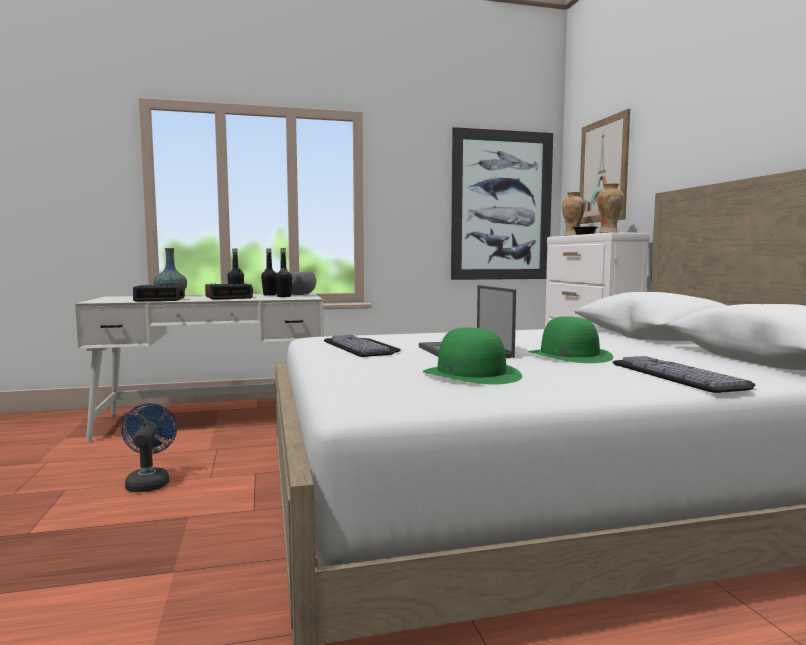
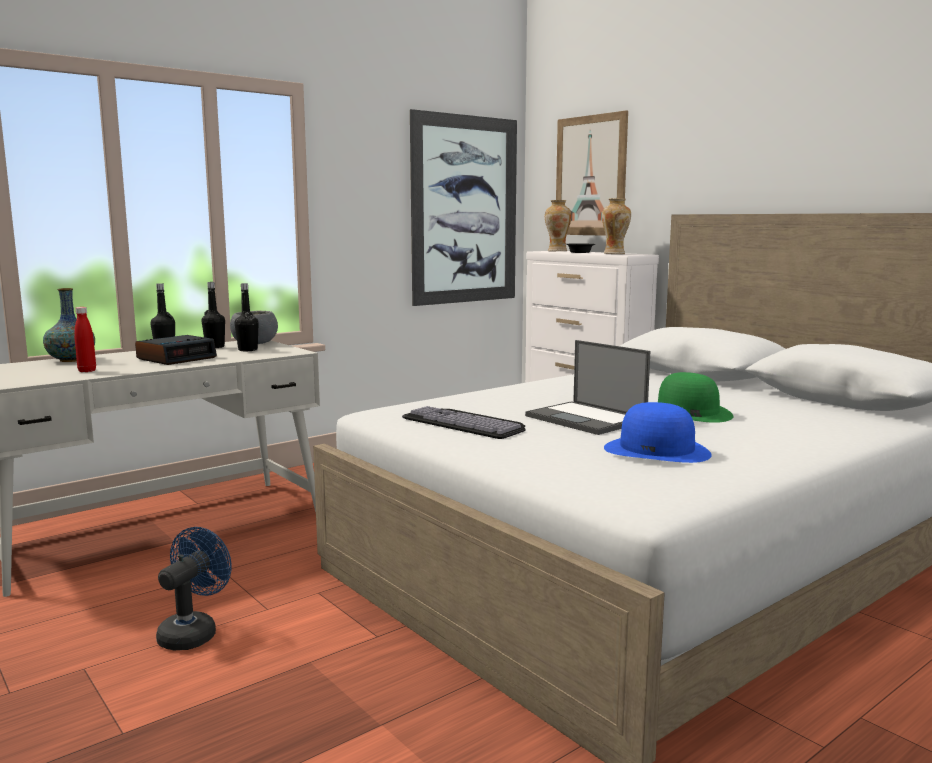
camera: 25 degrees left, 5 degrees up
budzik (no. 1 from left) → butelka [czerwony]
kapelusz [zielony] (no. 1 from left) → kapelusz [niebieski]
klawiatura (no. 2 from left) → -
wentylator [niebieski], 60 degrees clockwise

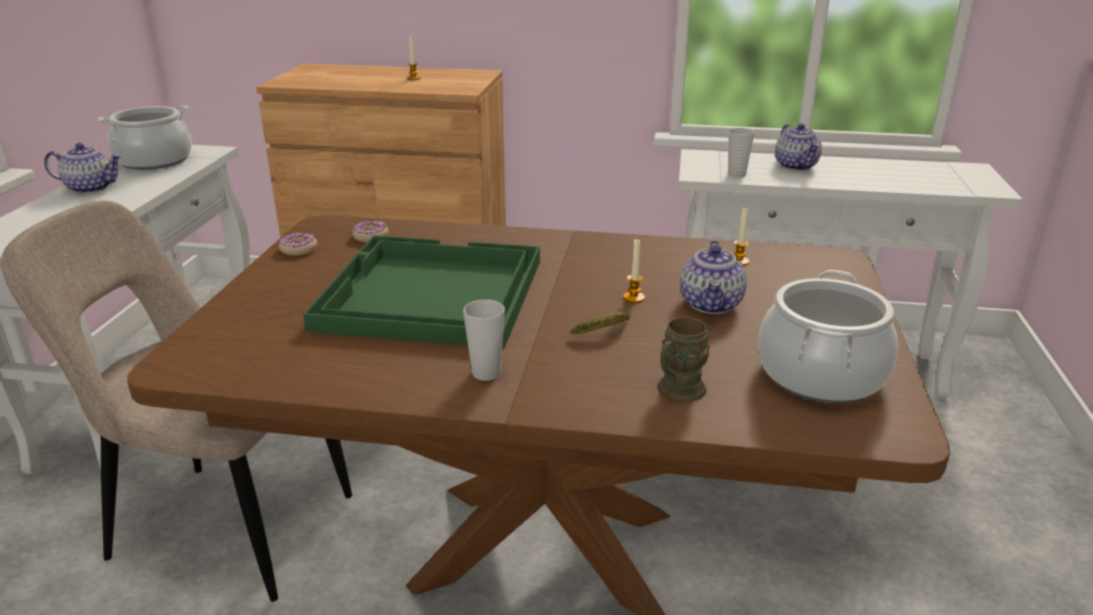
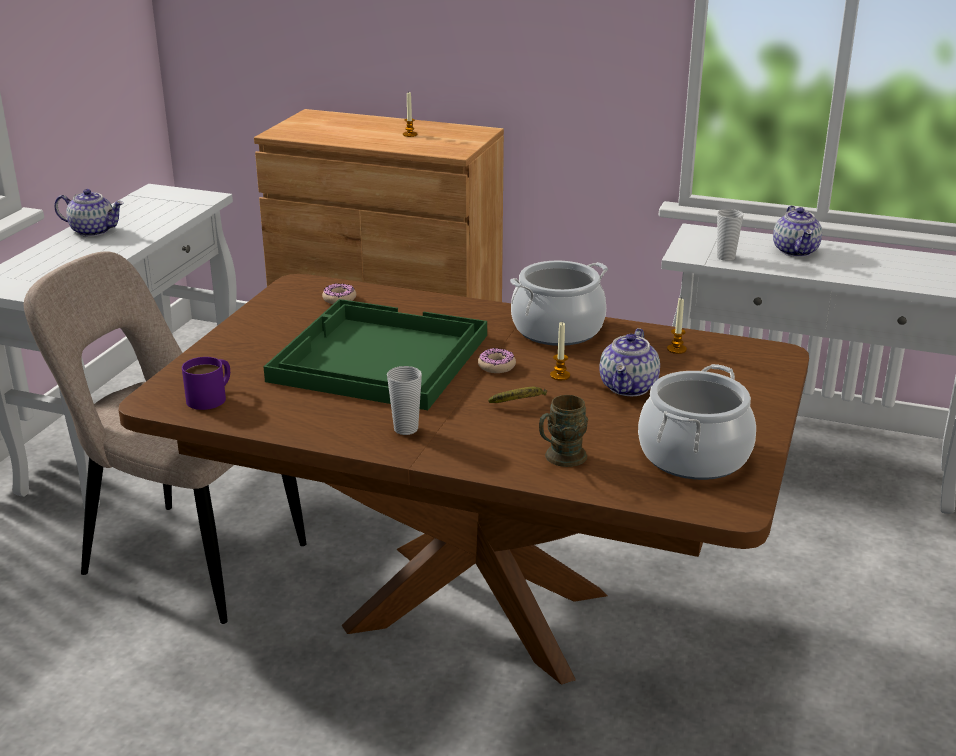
camera: 10 degrees right, 0 degrees up
garnek (no. 1 from left), shifted
donut (no. 1 from left in the first image) → donut (no. 2 from left), shifted
- → kubek [fioletowy]

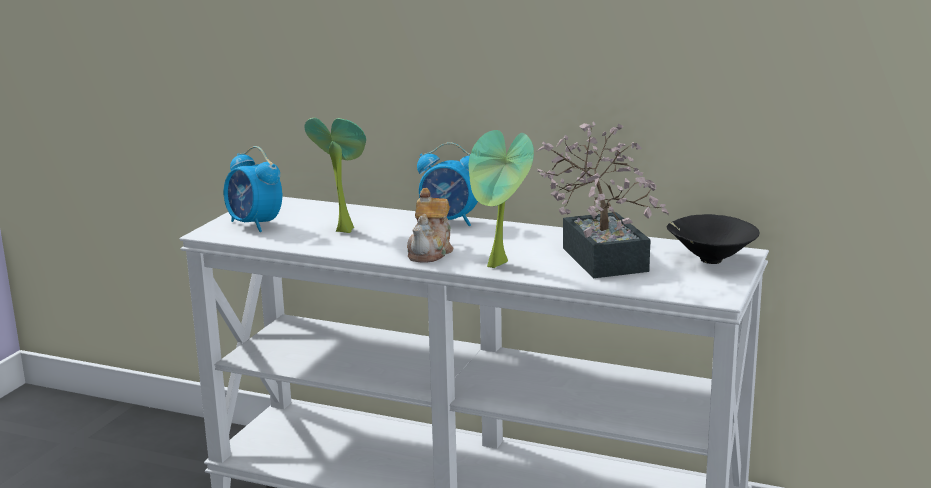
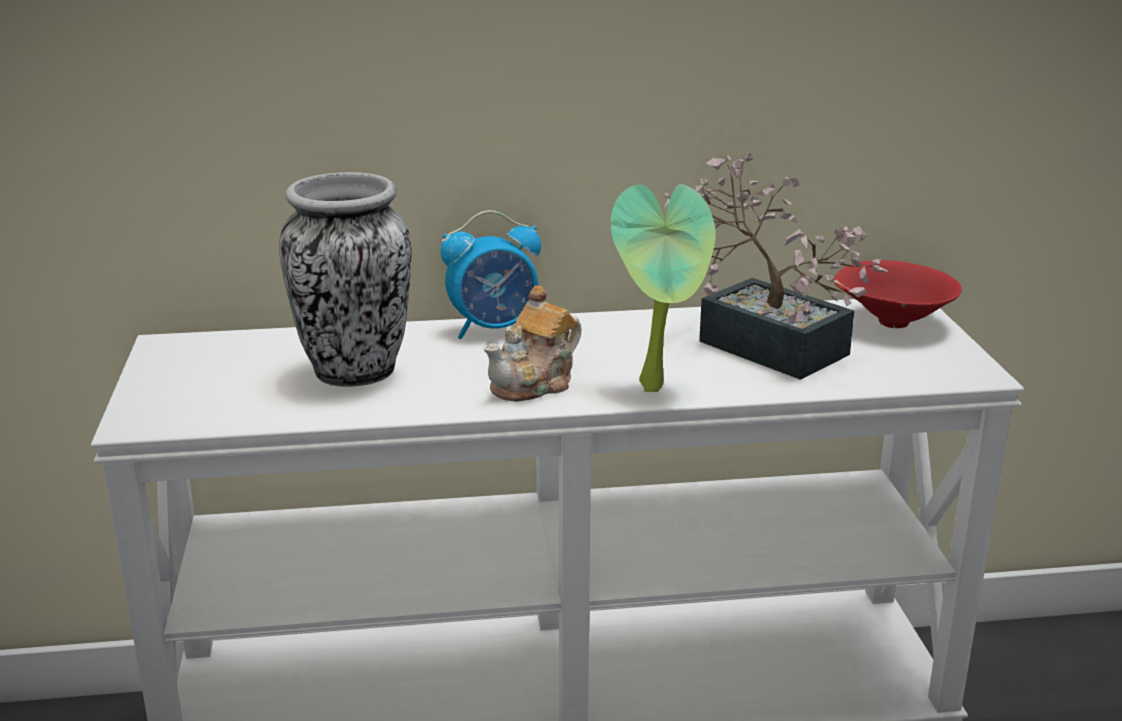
camera: 30 degrees left, 5 degrees up
roślina doniczkowa (no. 1 from left) → wazon
budzik (no. 1 from left) → -
imbryk, 60 degrees clockwise
miska [czarny] → miska [czerwony]

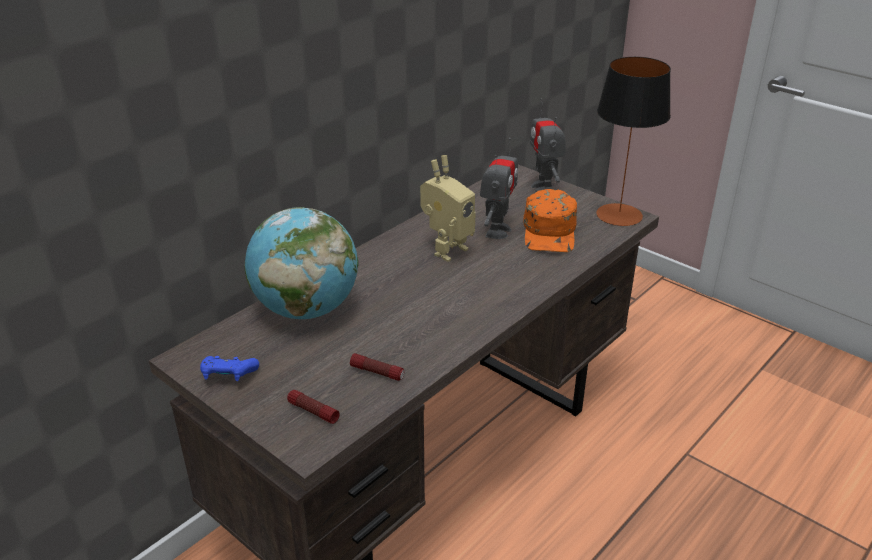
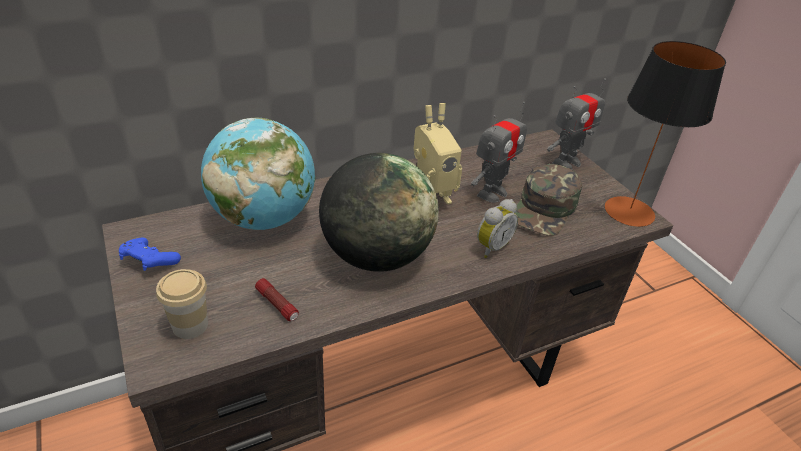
camera: 20 degrees right, 5 degrees up
robot zabawkowy (no. 3 from left), 135 degrees counterclockwise
czapka z daszkiem [pomarańczowy] → czapka z daszkiem [zielony]
latarka (no. 1 from left) → filiżanka
- → globus (no. 2 from left)
- → budzik

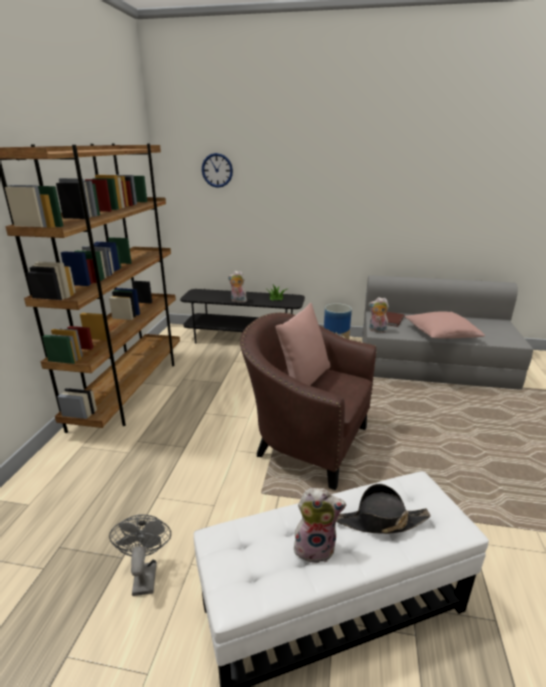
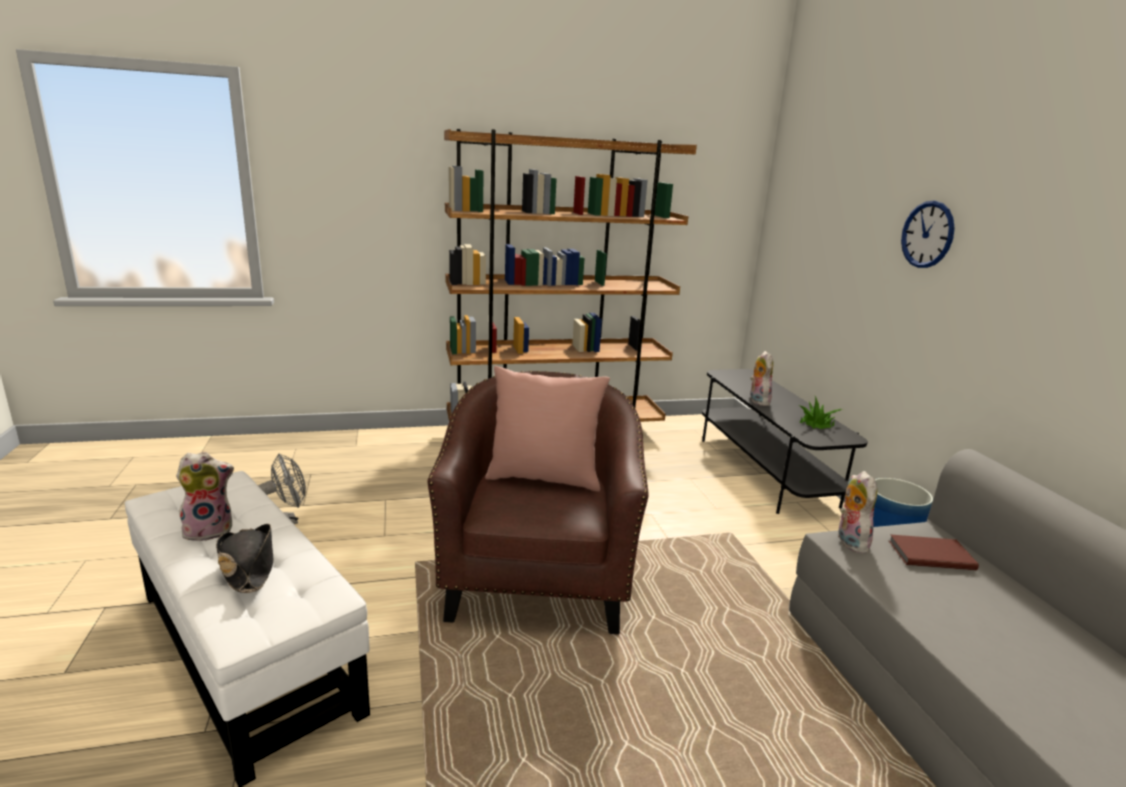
camera: 65 degrees right, 5 degrees down
zegar ścienny, shifted
poduszka [różowy] (no. 2 from left) → -
pluszak (no. 2 from left in the first image) → pluszak (no. 1 from left), 90 degrees counterclockwise

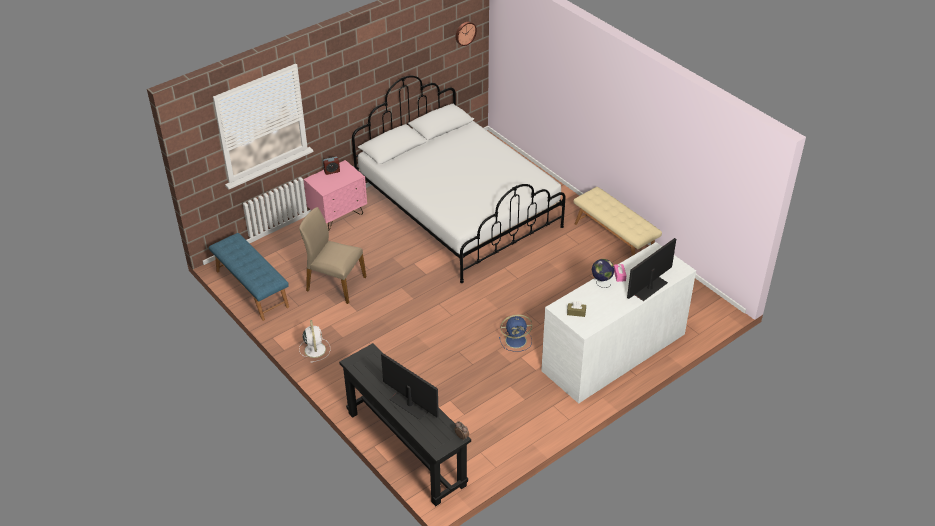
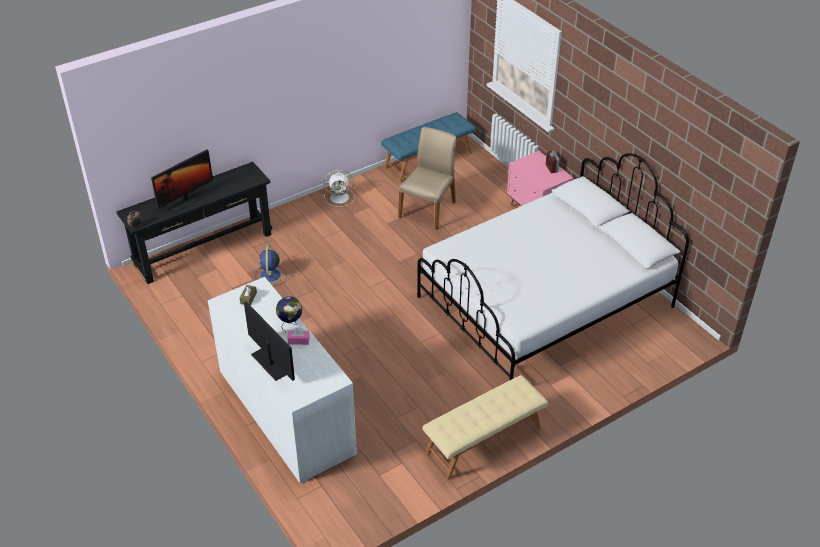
camera: 95 degrees right, 0 degrees up
zegar ścienny → -
wentylator [niebieski], shifted

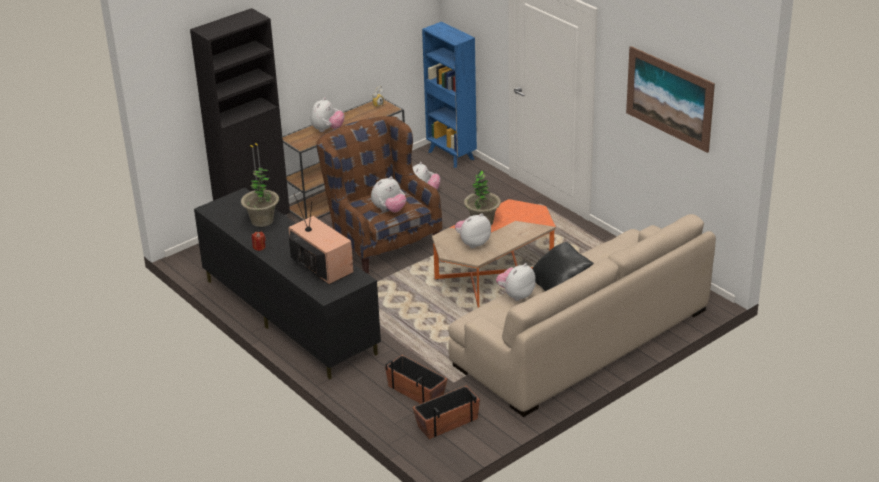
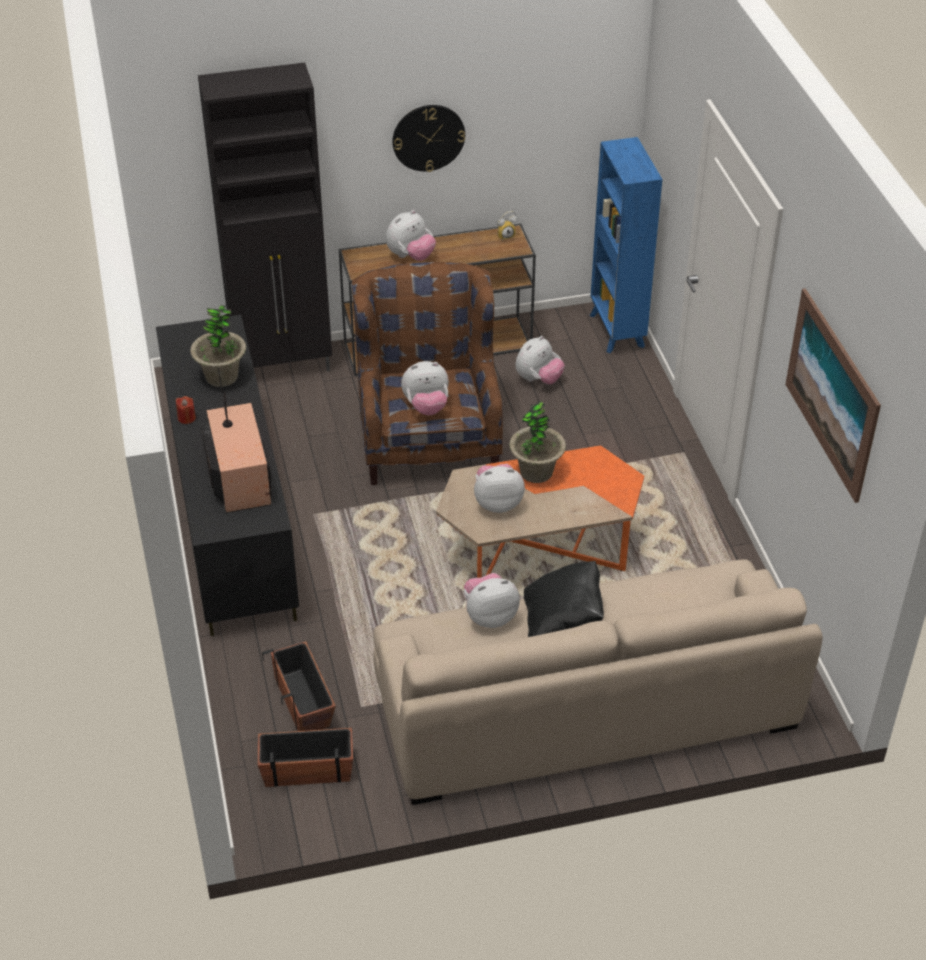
camera: 25 degrees right, 10 degrees up
- → zegar ścienny

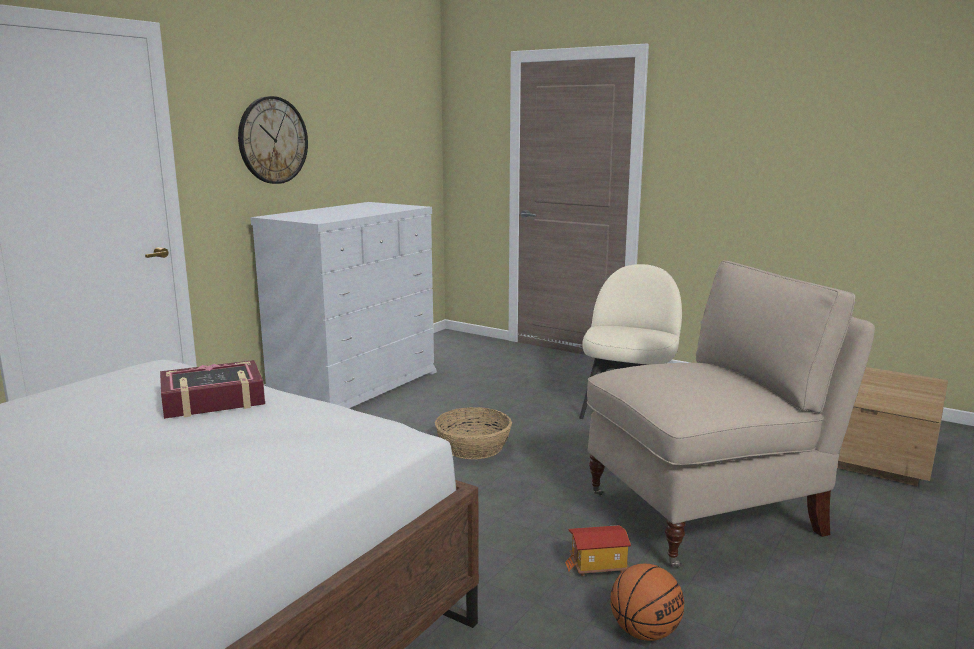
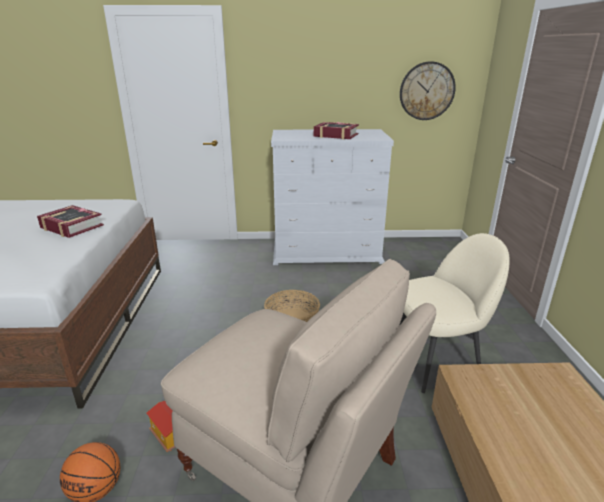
camera: 55 degrees right, 10 degrees up
zegar ścienny, shifted
- → książka (no. 2 from left)

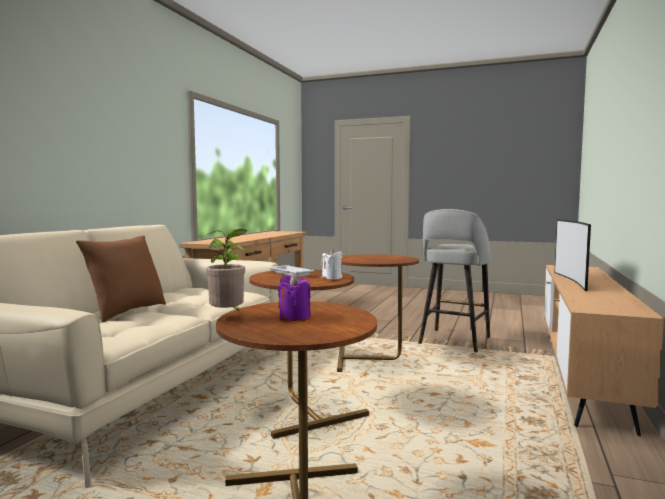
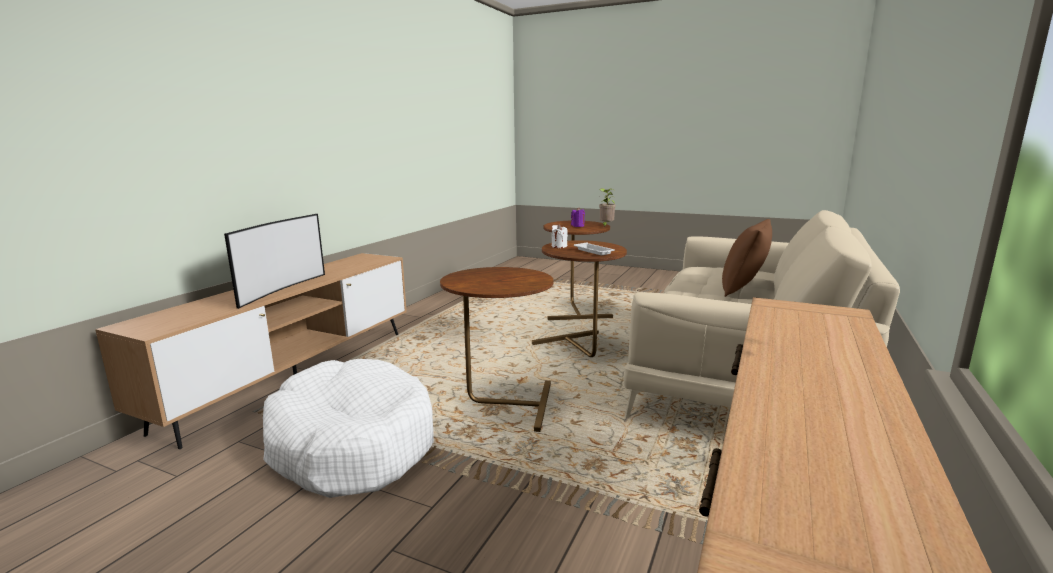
camera: 175 degrees left, 10 degrees up
stołek [szary] → legowisko [biały]

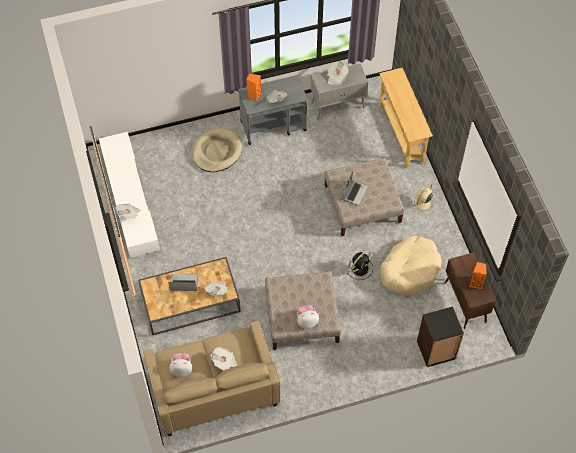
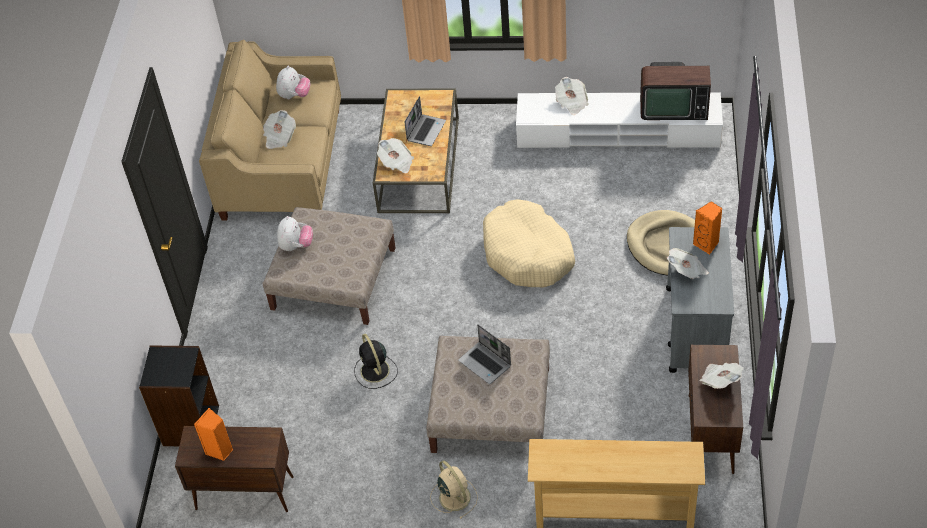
camera: 115 degrees right, 10 degrees down
szafka [szary] → szafka [brązowy] (no. 2 from left)
legowisko [beżowy] (no. 2 from left in the first image) → legowisko [beżowy] (no. 1 from left), shifted
- → telewizor

